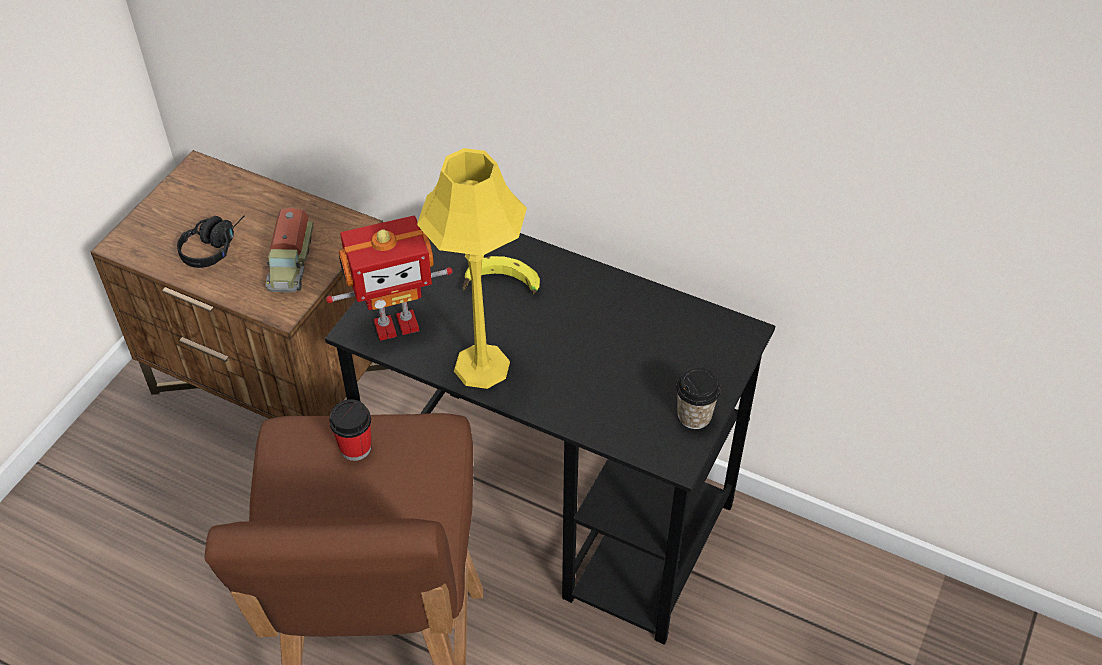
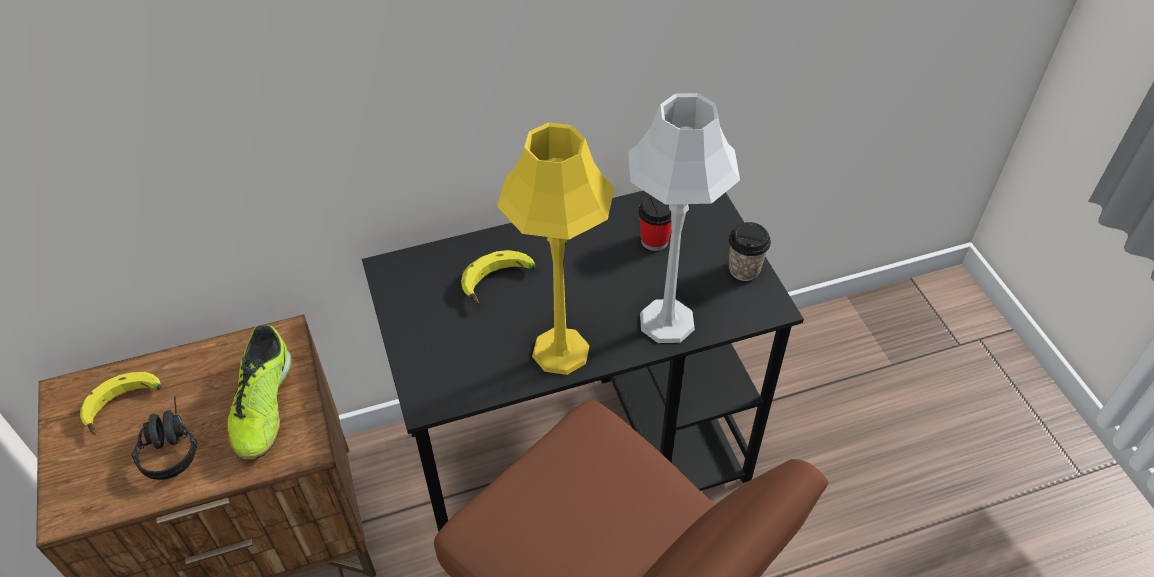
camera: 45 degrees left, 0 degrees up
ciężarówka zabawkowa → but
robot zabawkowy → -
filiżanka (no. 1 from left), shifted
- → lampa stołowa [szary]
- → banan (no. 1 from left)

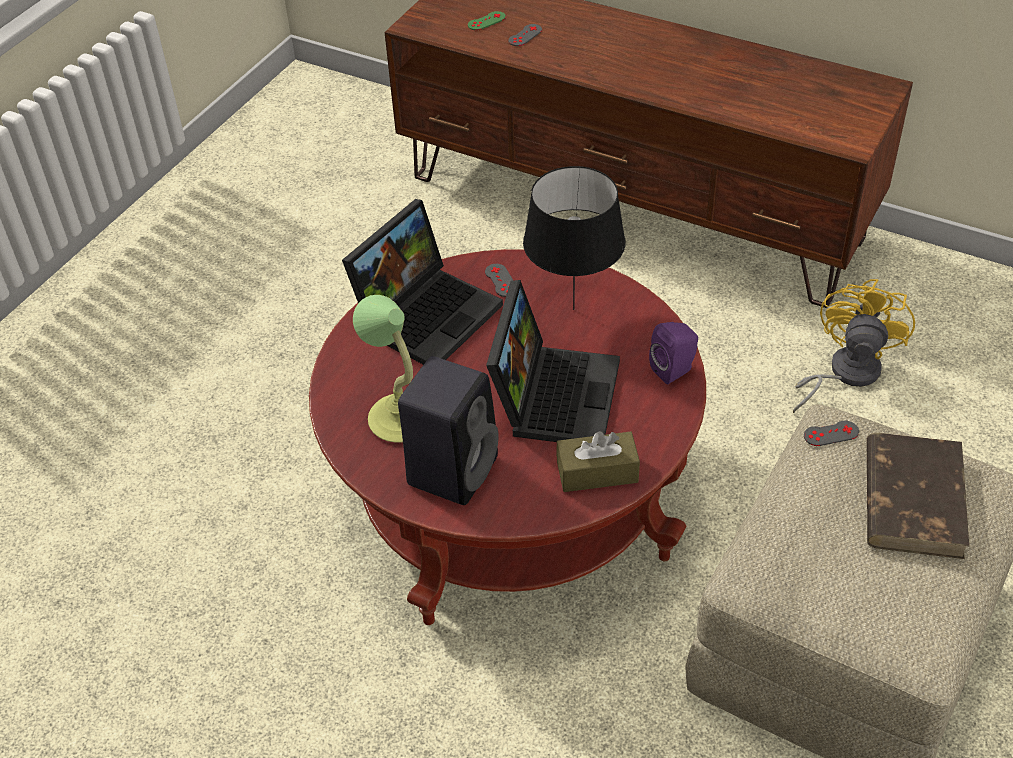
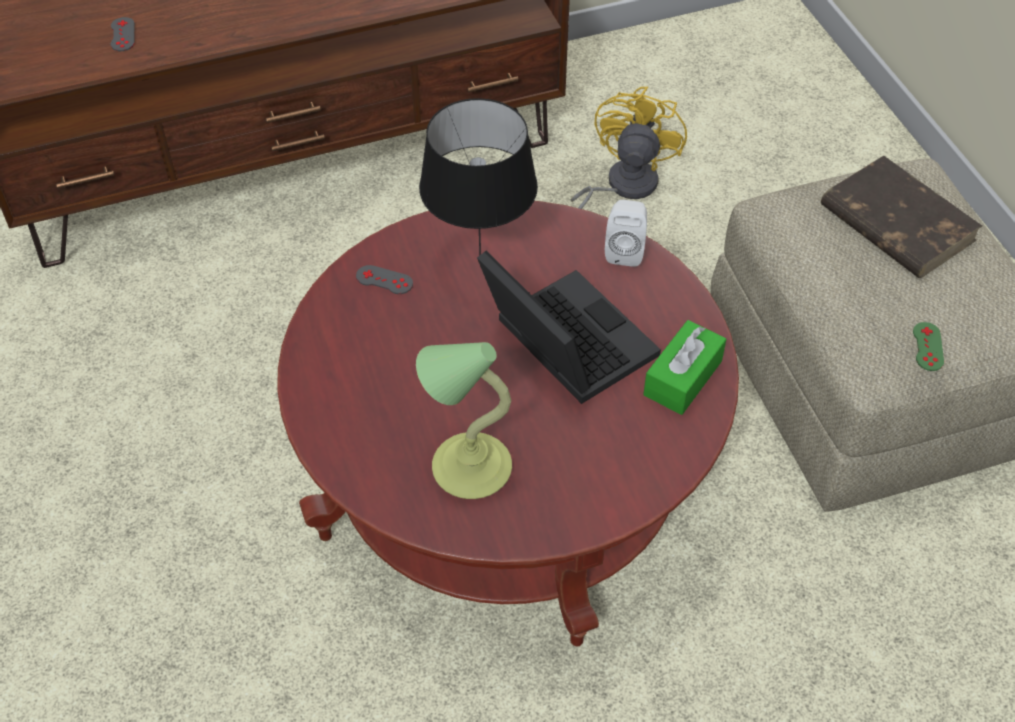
camera: 50 degrees left, 5 degrees up
pad do gier [zielony], shifted
laptop (no. 1 from left) → -
wentylator [żółty], 45 degrees clockwise
głośnik [fioletowy] → głośnik [biały]
głośnik [czarny] → -
pad do gier [szary] (no. 3 from left) → -
pudełko chusteczek [brązowy] → pudełko chusteczek [zielony]

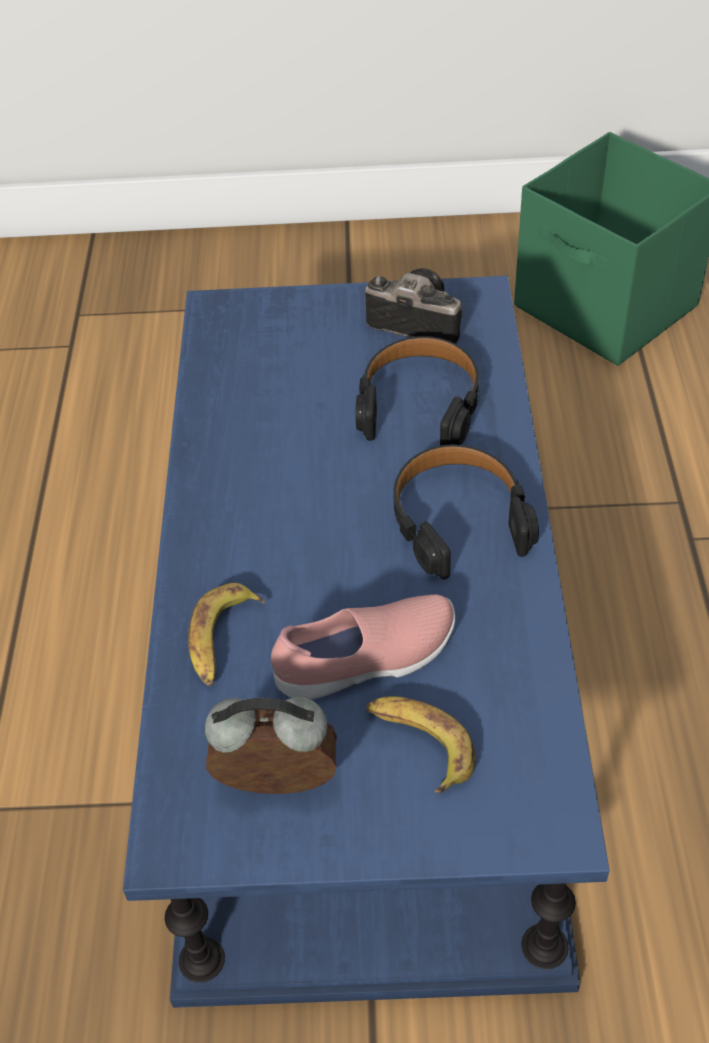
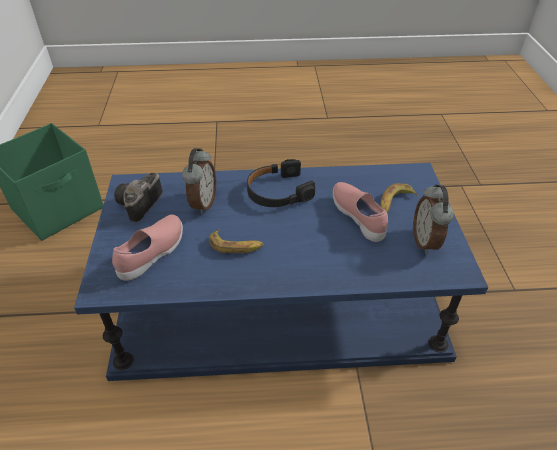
camera: 95 degrees left, 5 degrees down
słuchawki [czarny] (no. 1 from left) → budzik (no. 1 from left)
banan (no. 1 from left), shifted
- → but [różowy] (no. 1 from left)

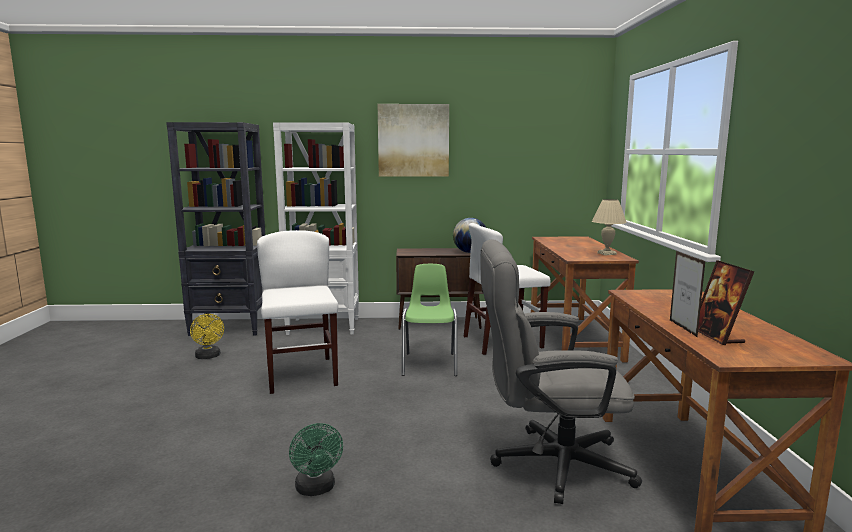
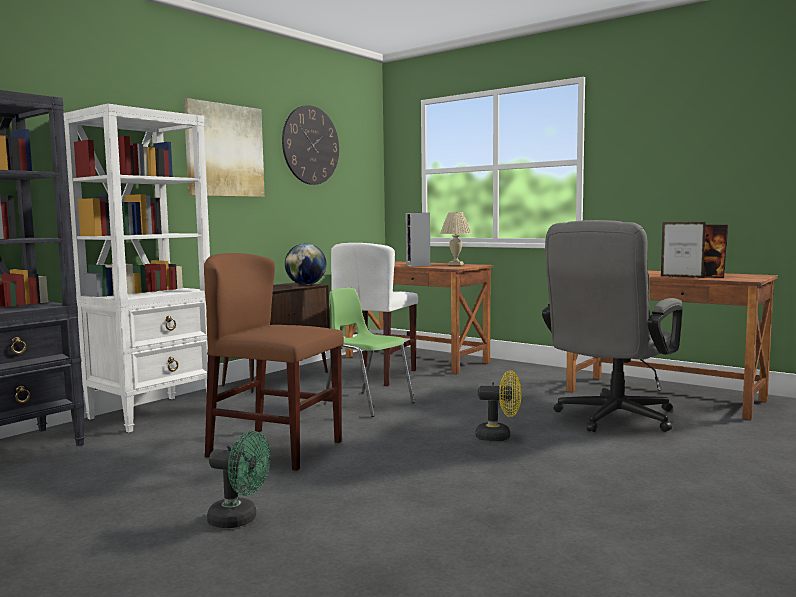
camera: 50 degrees left, 5 degrees down
krzesło [biały] (no. 1 from left) → krzesło [brązowy]
wentylator [żółty], shifted
wentylator [zielony], shifted
- → zegar ścienny
- → głośnik

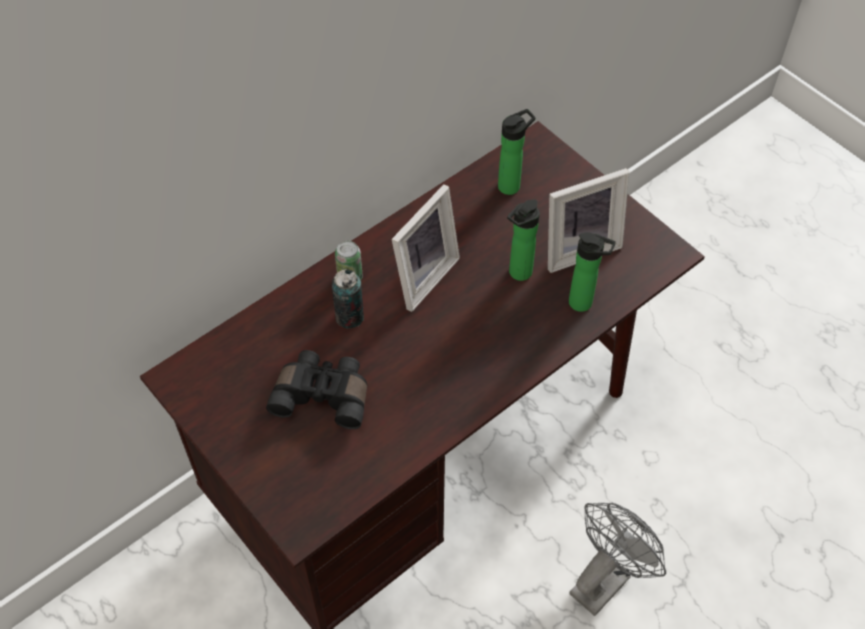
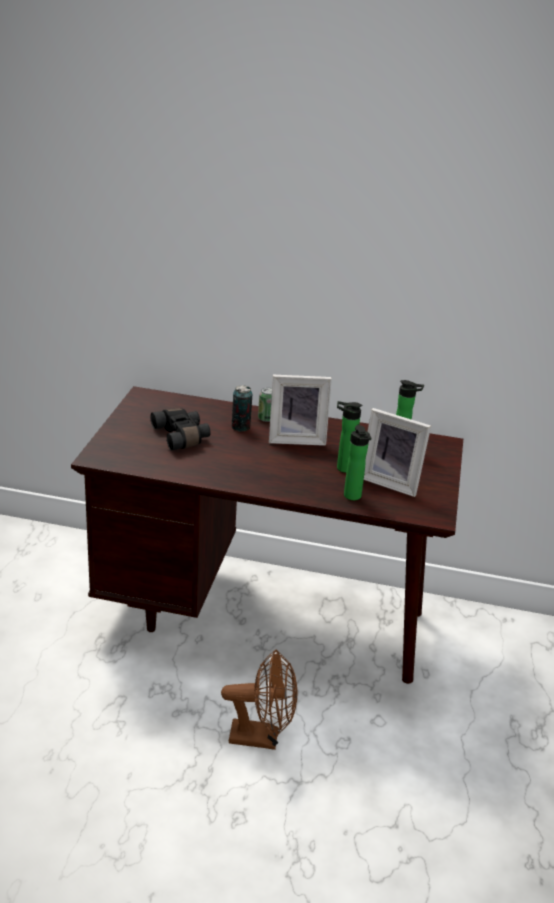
camera: 50 degrees right, 25 degrees down
wentylator [szary] → wentylator [brązowy]

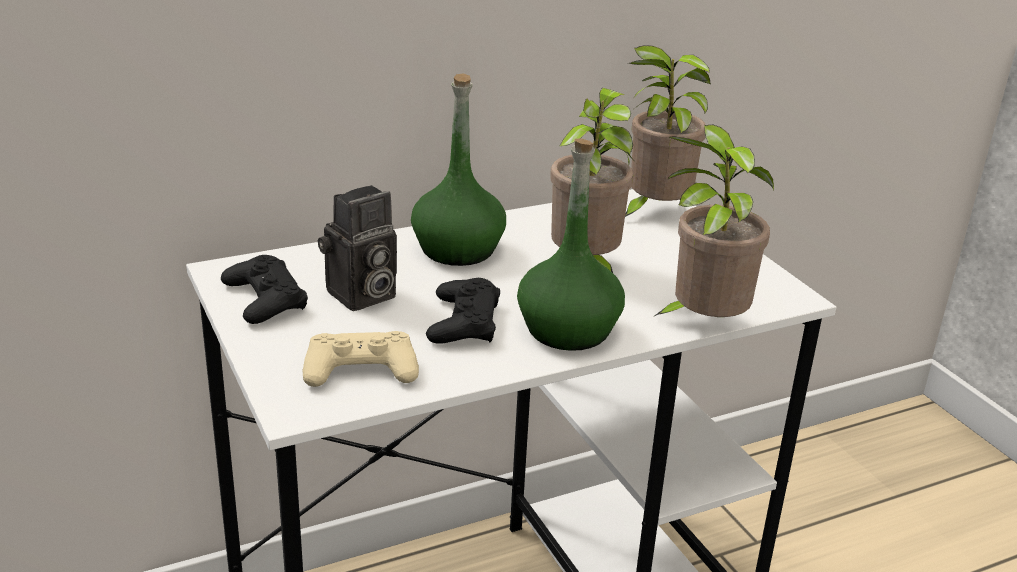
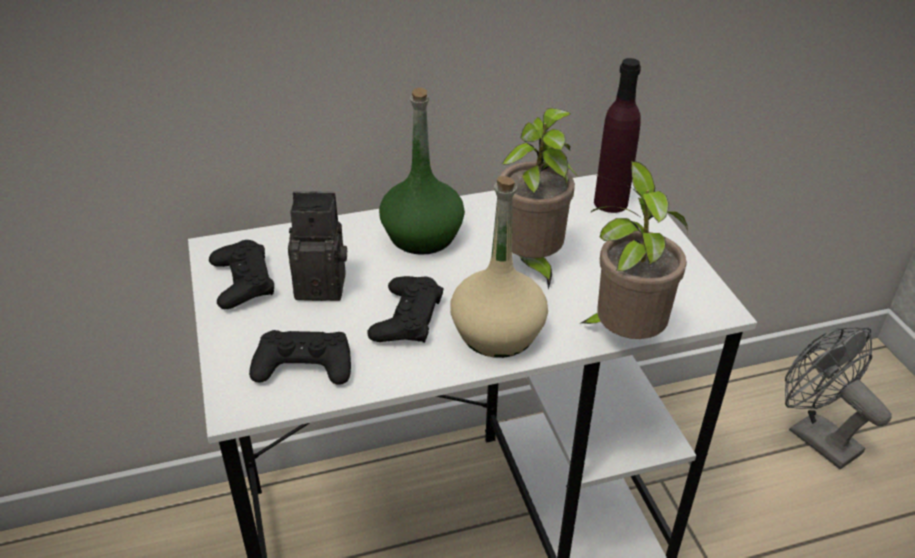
camera: 10 degrees right, 10 degrees up
roślina doniczkowa (no. 2 from left) → butelka [fioletowy]
butelka [zielony] (no. 2 from left) → butelka [beżowy]
aparat fotograficzny, 150 degrees counterclockwise
pad do gier [beżowy] → pad do gier [czarny] (no. 2 from left)
- → wentylator [szary]

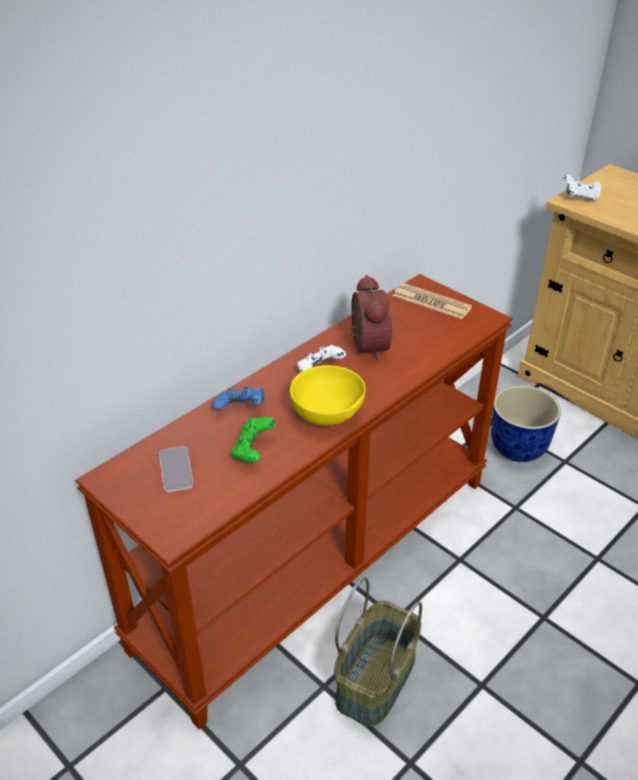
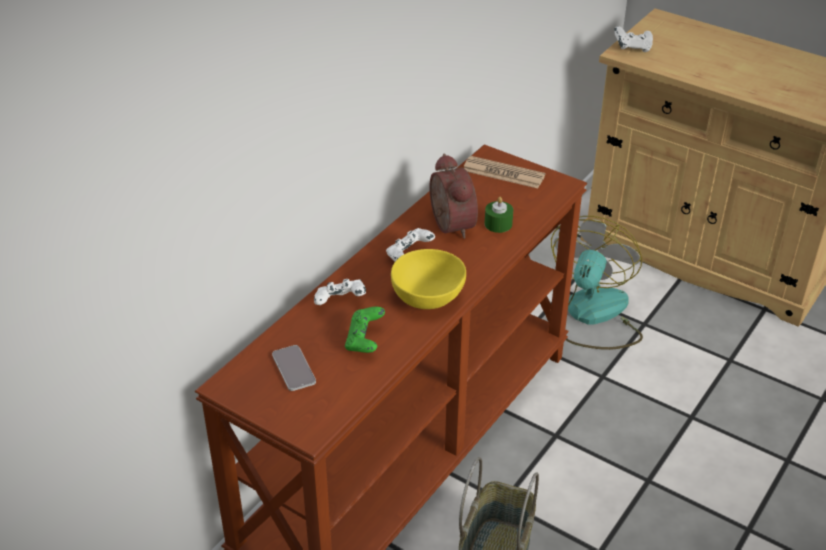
camera: 10 degrees left, 0 degrees up
donica → wentylator
pad do gier [niebieski] → pad do gier [biały] (no. 1 from left)
- → świeca [zielony]

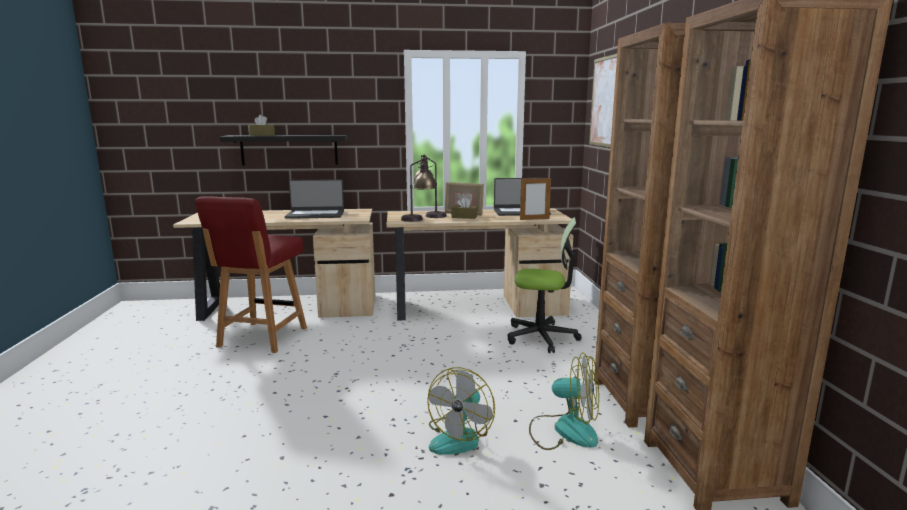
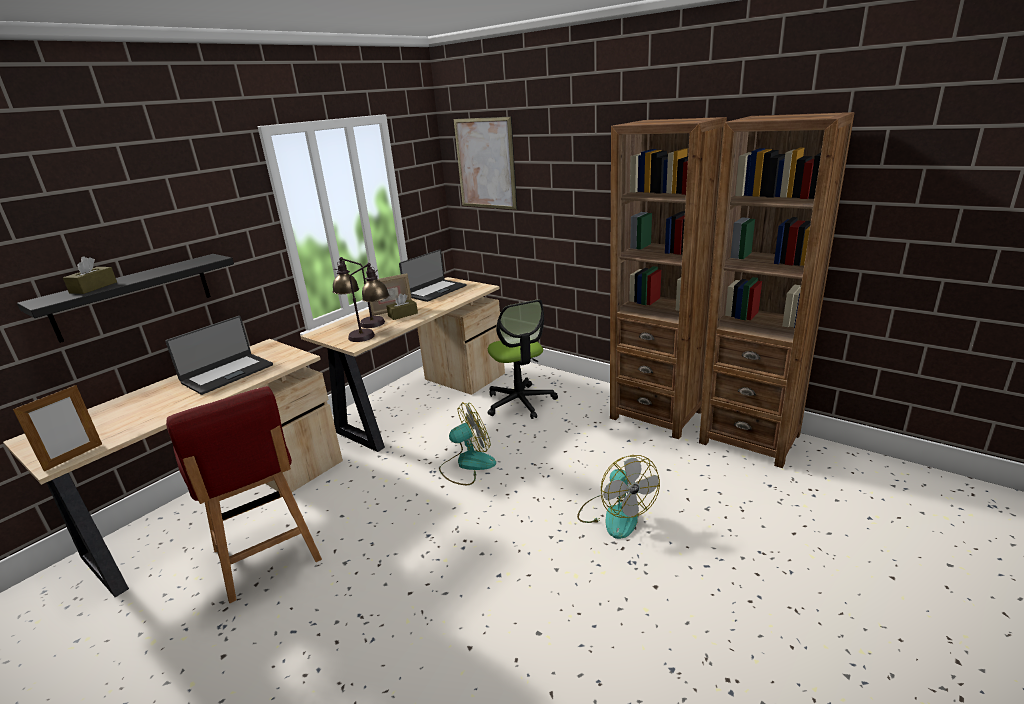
camera: 45 degrees left, 10 degrees up
ramka na zdjęcie (no. 2 from left in the first image) → ramka na zdjęcie (no. 1 from left), shifted
krzesło biurowe, 105 degrees clockwise
wentylator (no. 2 from left in the first image) → wentylator (no. 1 from left), shifted

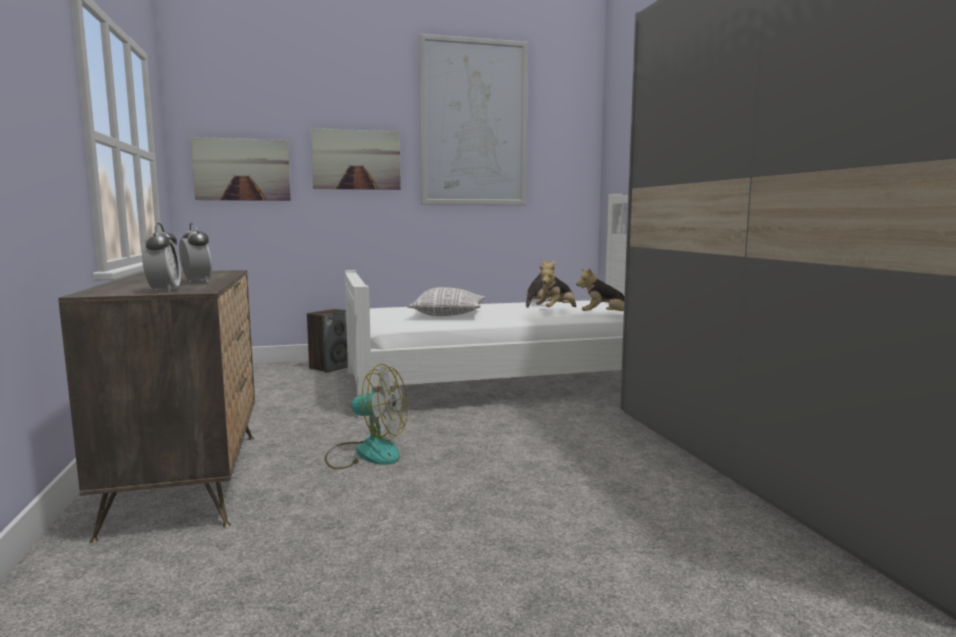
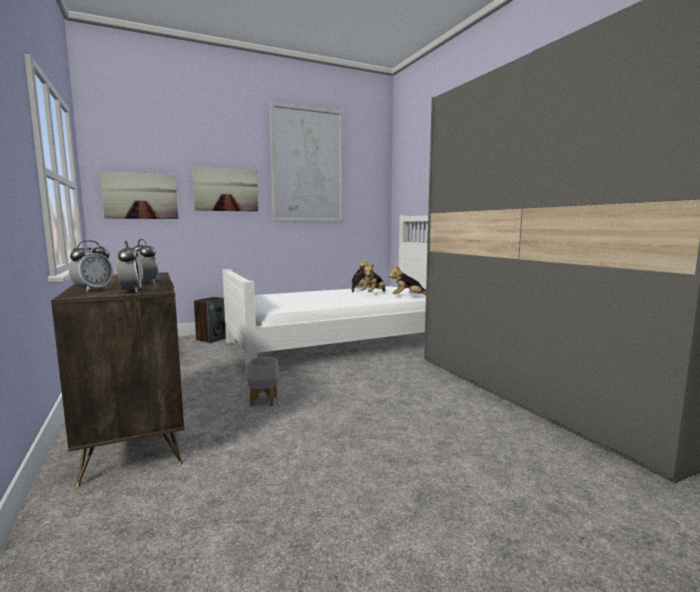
camera: 10 degrees left, 0 degrees up
poduszka → -
wentylator → donica [szary]
- → budzik (no. 1 from left)

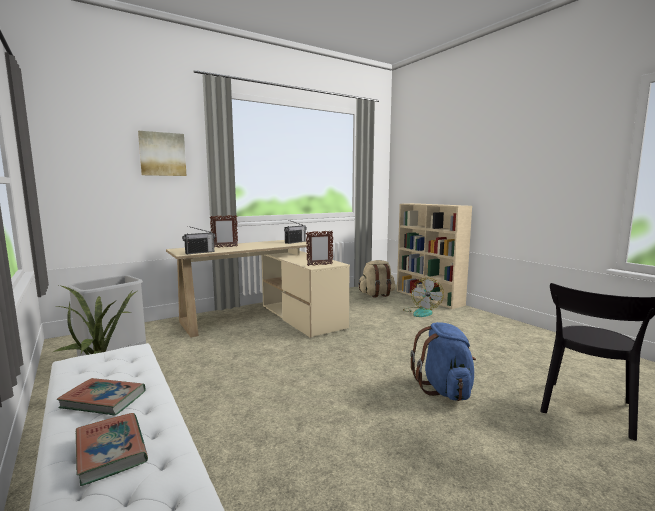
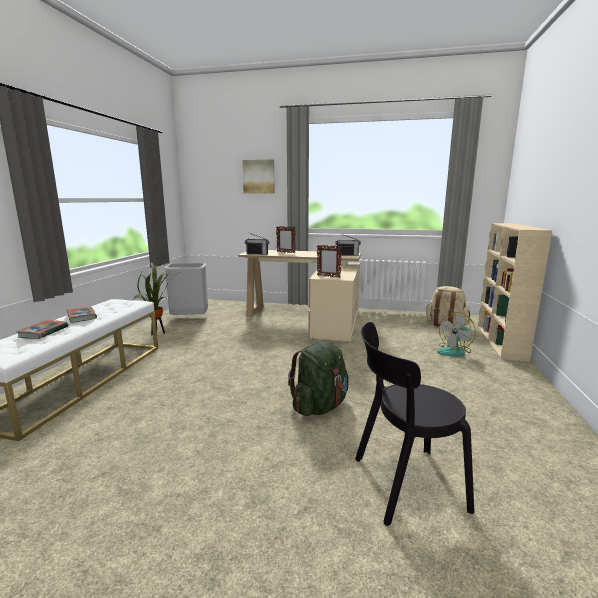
camera: 45 degrees right, 5 degrees up
plecak [niebieski] → plecak [zielony]

